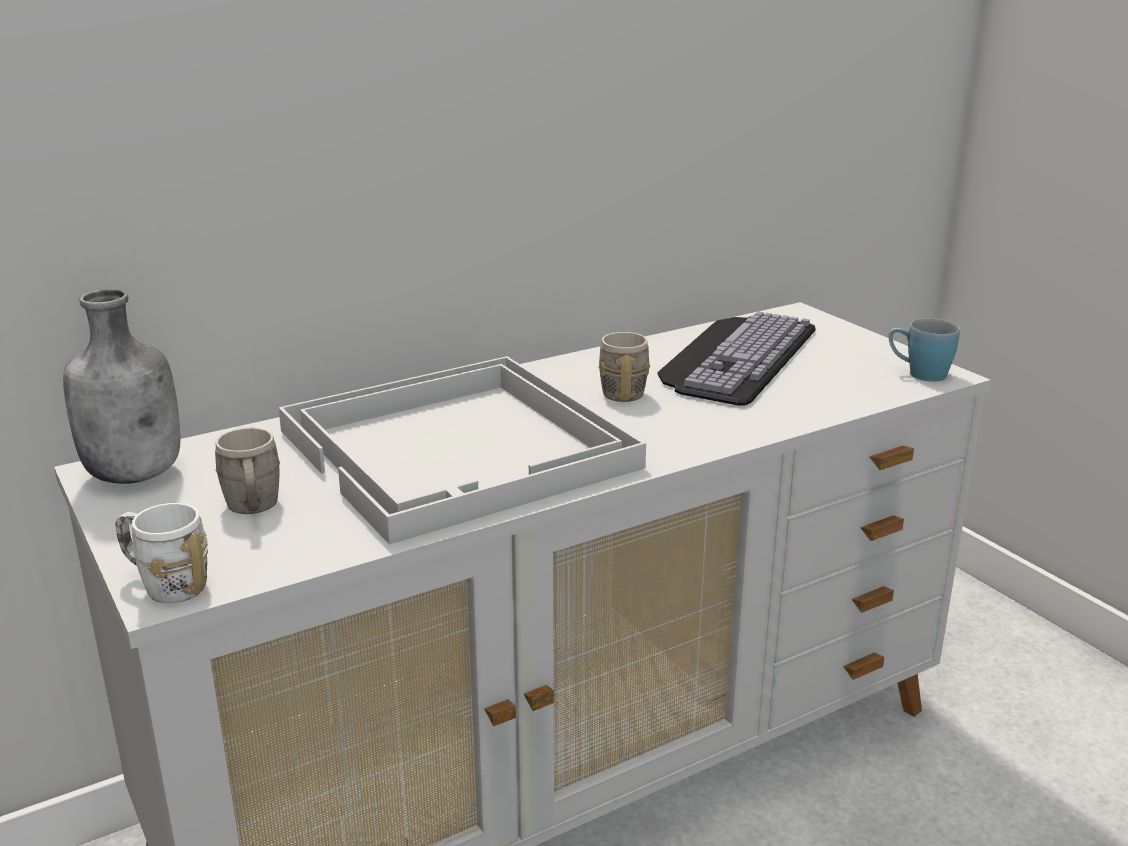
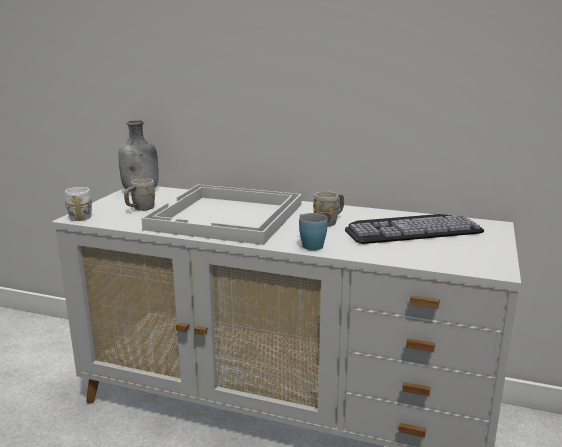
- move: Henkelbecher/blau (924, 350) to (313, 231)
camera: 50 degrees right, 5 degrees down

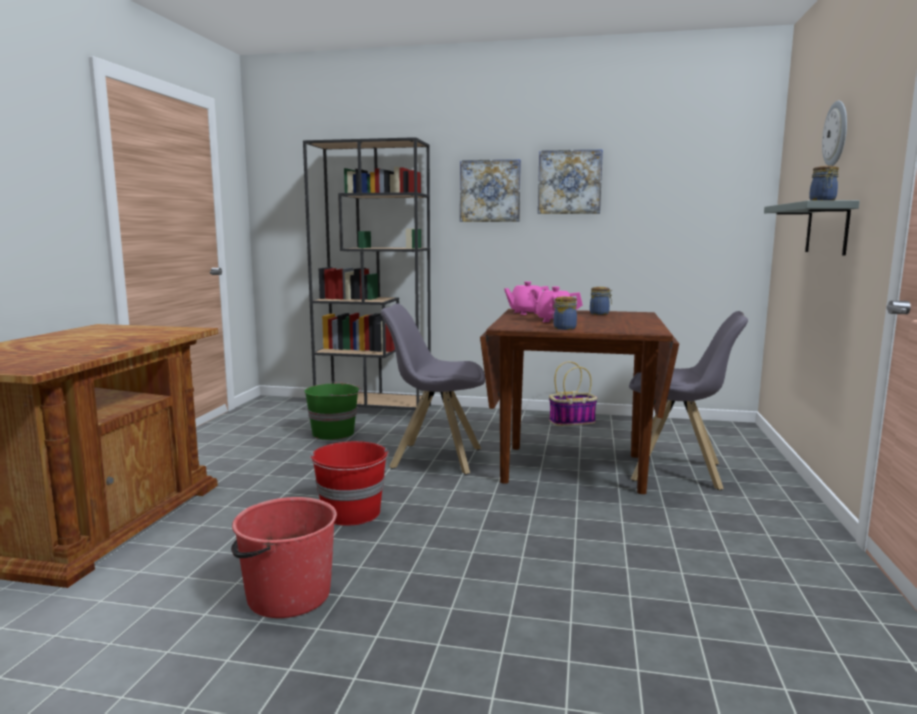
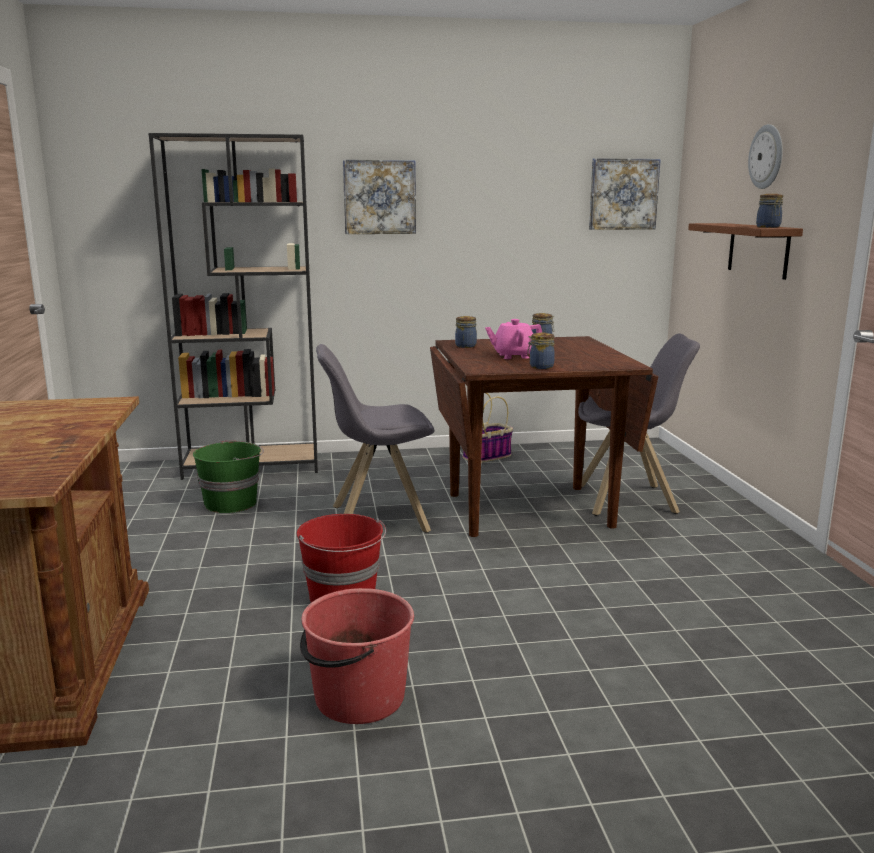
- move: Bild (570, 181) to (625, 194)
- replace: Teekanne/rosa (526, 298) to Vorratsglas (466, 332)
- recolor: Wandregal/grau (812, 228) to Wandregal/braun (745, 251)
camera: 20 degrees left, 5 degrees up

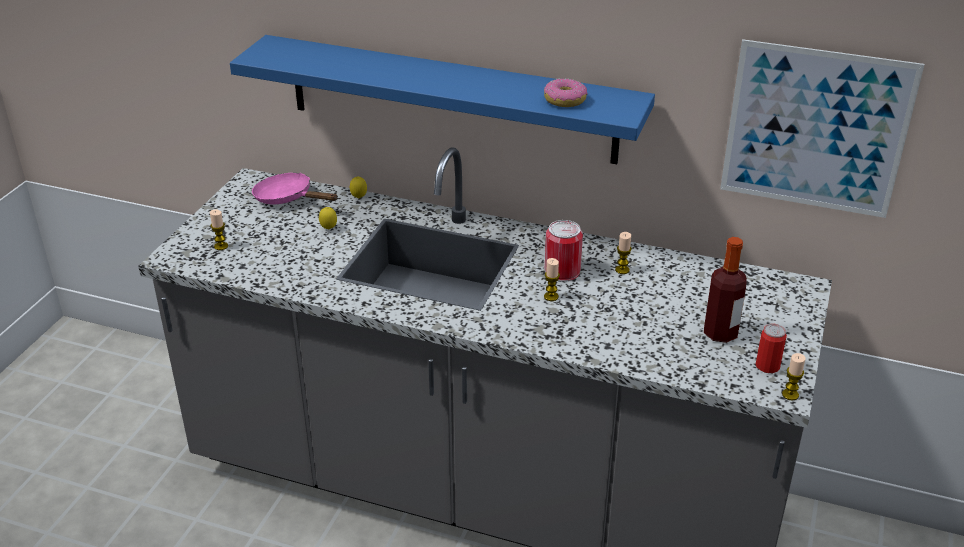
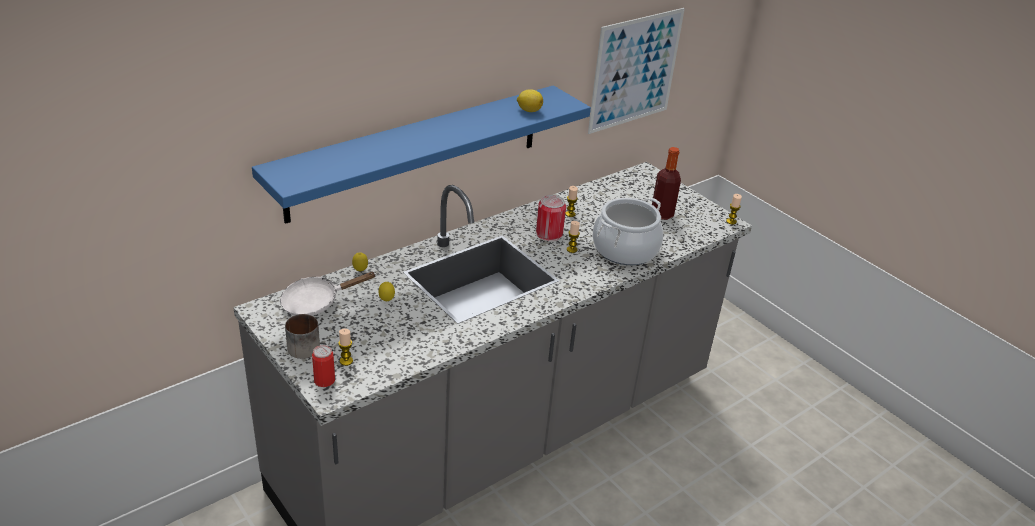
- insert: Henkelbecher (302, 336)
- insert: Kochtopf (627, 231)
- move: Dose (771, 348) to (323, 366)
- replace: Donut (566, 92) to Zitrone (530, 100)
- recolor: Pfanne/rosa (295, 188) to Pfanne/weiß (328, 294)
camera: 60 degrees left, 0 degrees up

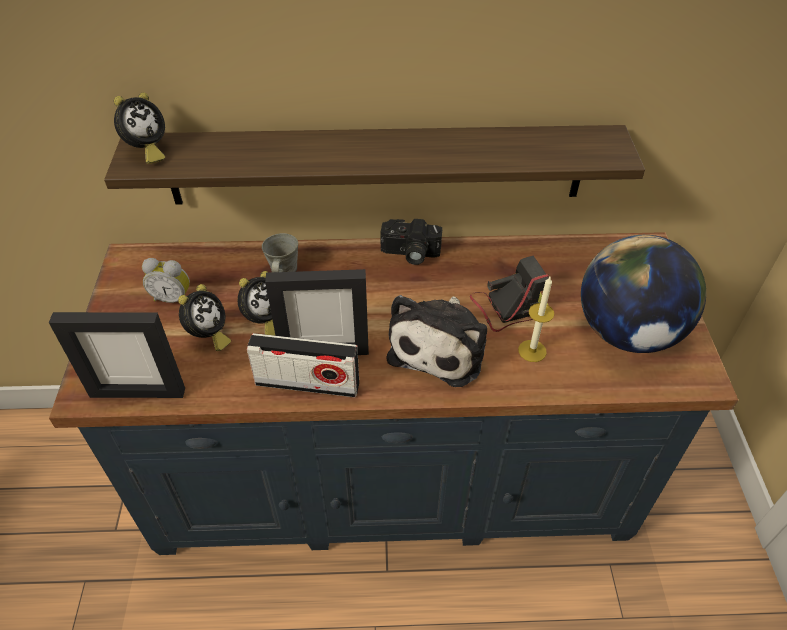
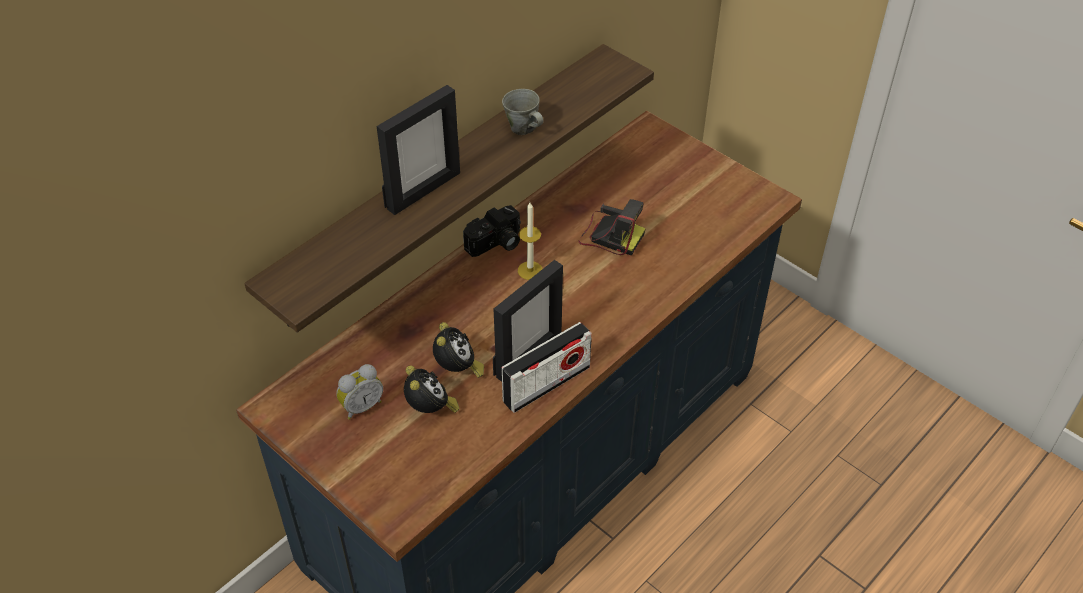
- delete: Wecker (139, 128)
- delete: Plüschtier (437, 341)
- delete: Globus (643, 294)
- move: Bilderrahmen (117, 355) to (418, 150)
- move: Henkelbecher/grau (280, 252) to (522, 112)
- move: Kerze (536, 319) to (530, 241)
- rotate: Kamera (509, 293) = (612, 227) 90 degrees clockwise
camera: 45 degrees left, 0 degrees up

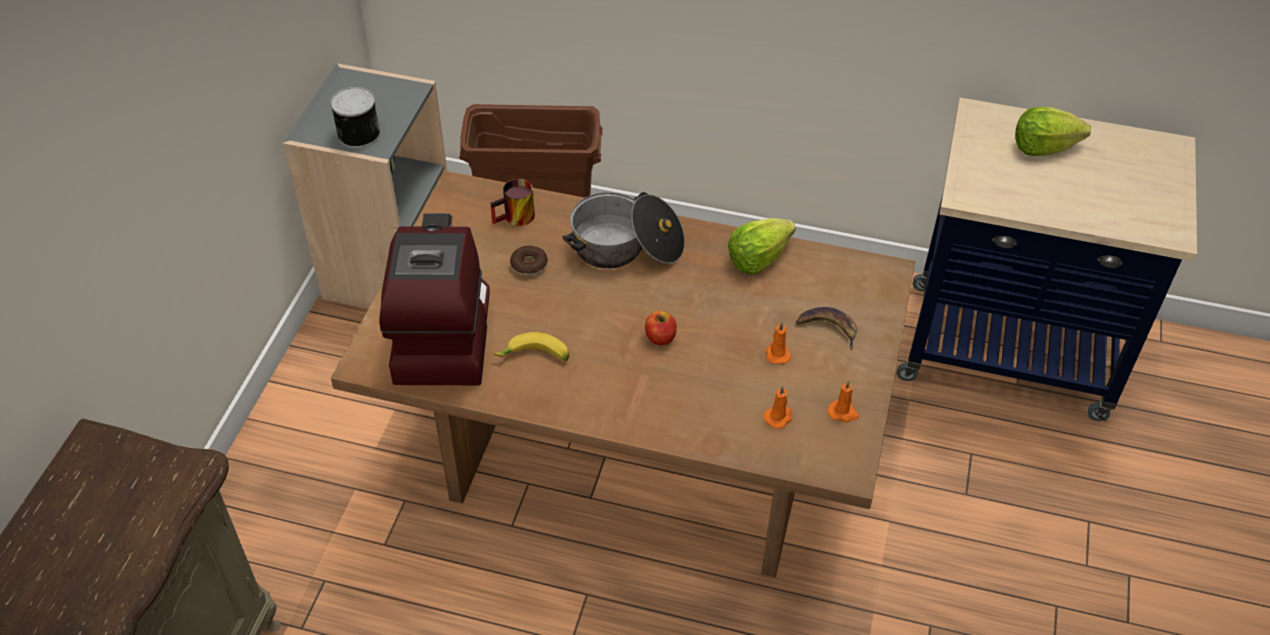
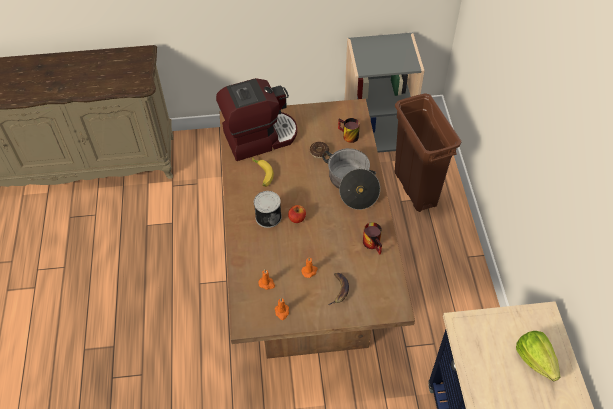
- move: Dose (355, 118) to (268, 209)
- replace: Salatkopf (762, 246) to Henkelbecher (372, 238)
camera: 70 degrees right, 5 degrees up

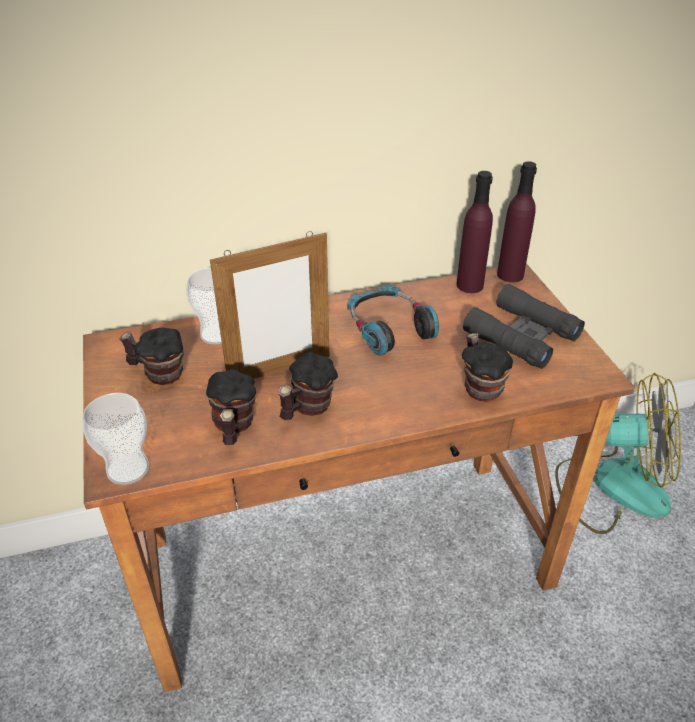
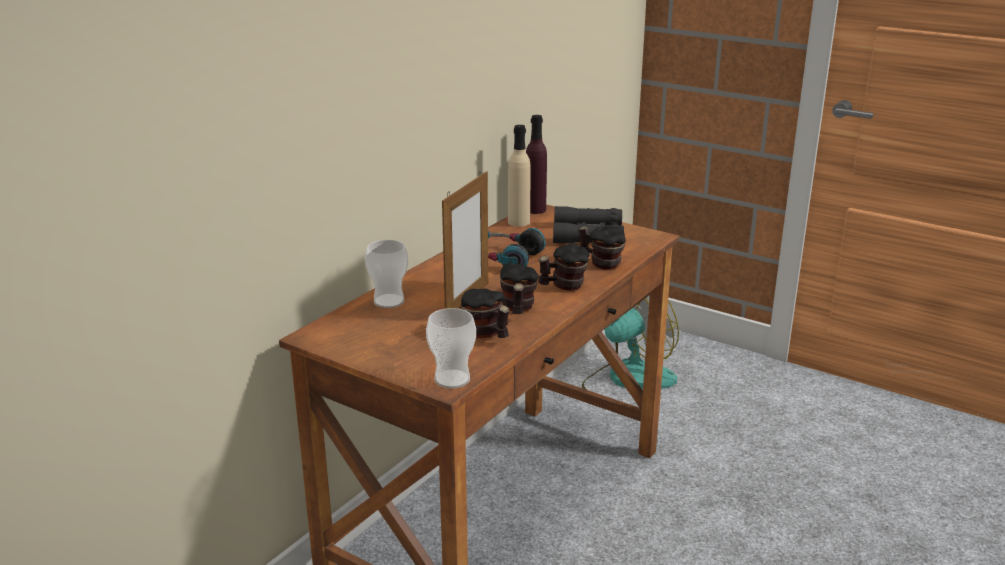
- move: Henkelbecher (151, 356) to (564, 266)
- recolor: Flasche/lila (475, 232) to Flasche/beige (519, 176)
camera: 40 degrees left, 15 degrees down

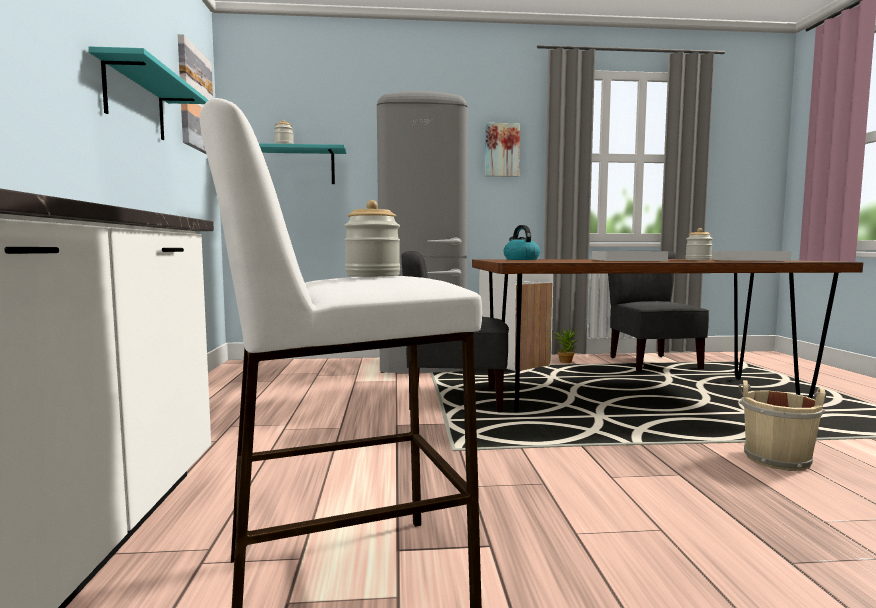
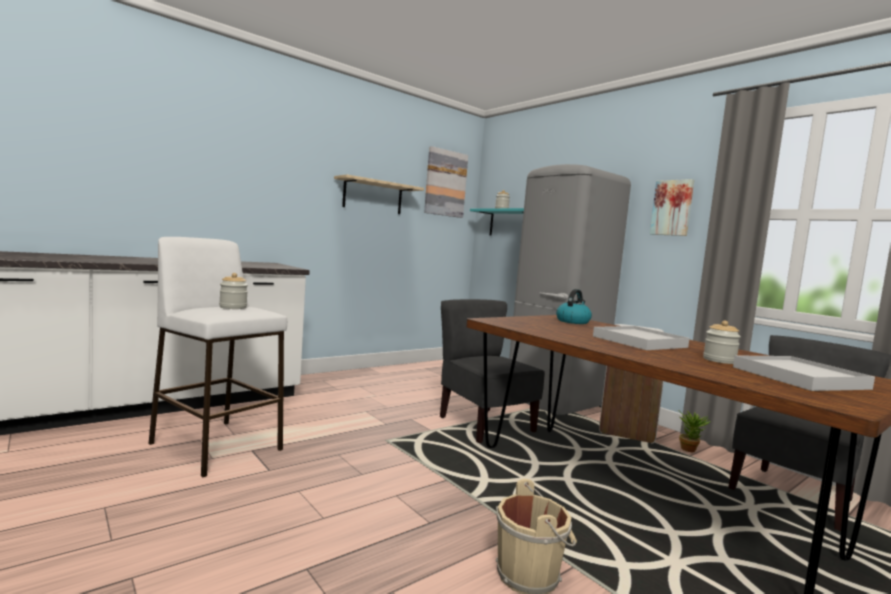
- recolor: Wandregal/türkis (148, 93) to Wandregal/beige (379, 194)
camera: 55 degrees right, 0 degrees up

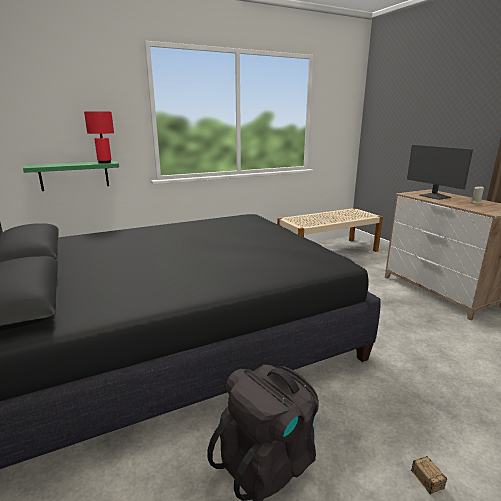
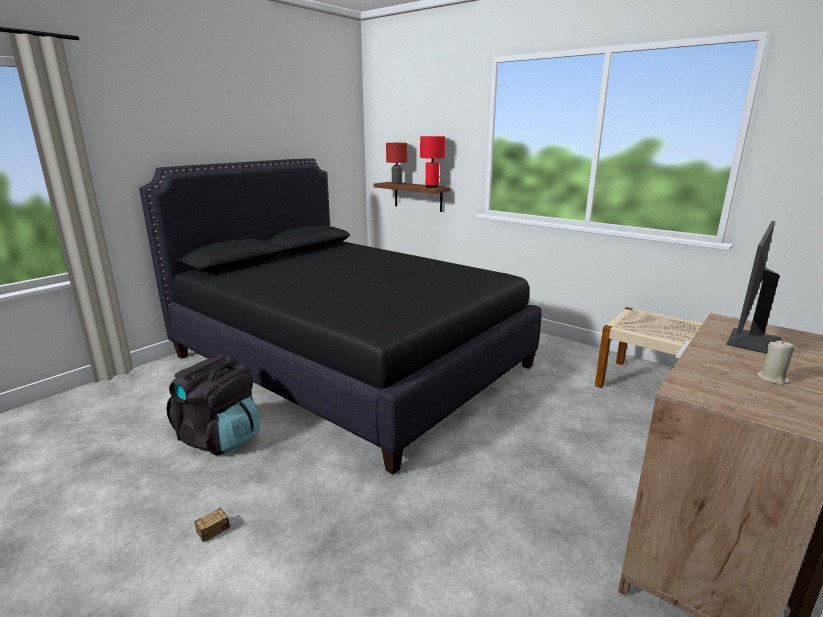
- insert: Tischlampe/rot (396, 163)
- recolor: Wandregal/grün (71, 176) to Wandregal/braun (412, 197)
camera: 65 degrees right, 0 degrees up

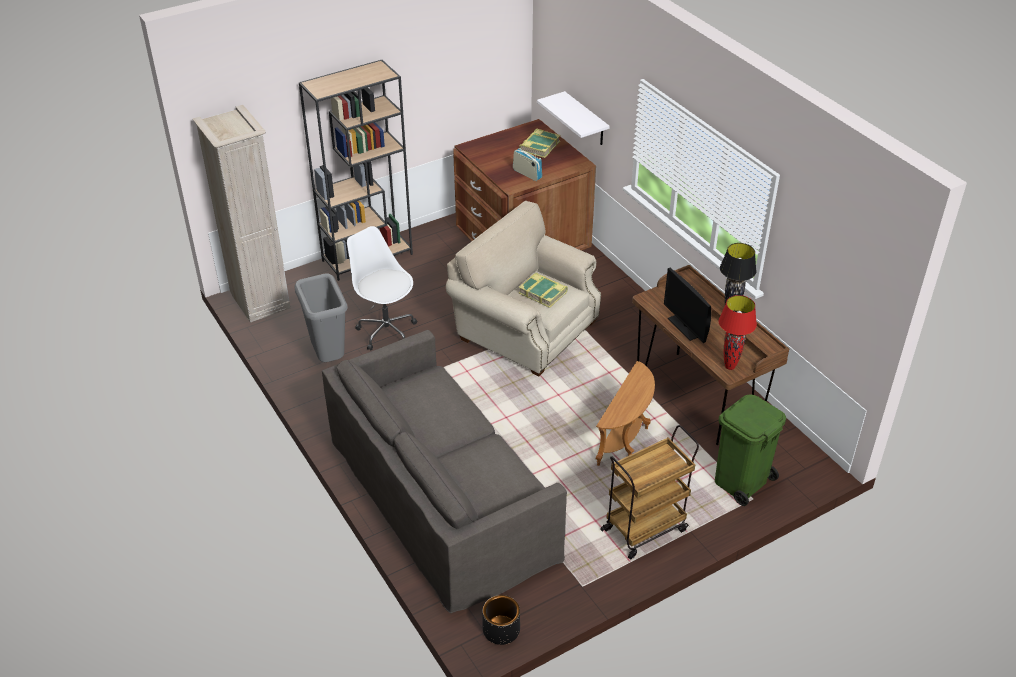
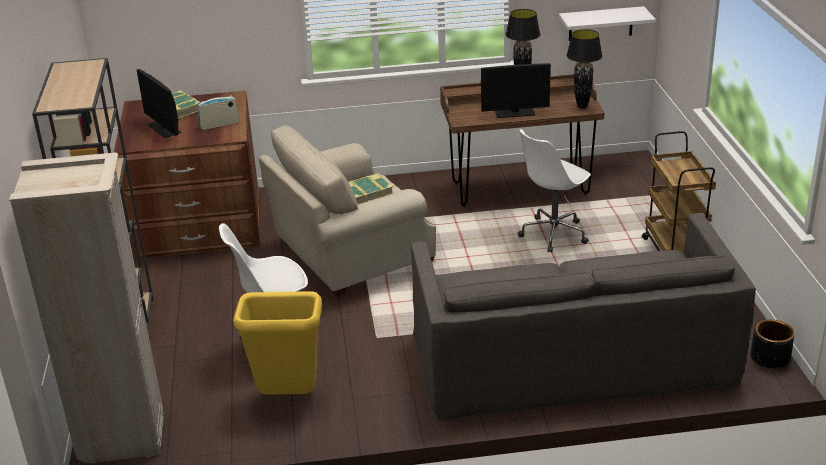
- delete: Mülleimer/grün (750, 450)
- insert: Monitor (159, 103)
- move: Wandregal/weiß (573, 118) to (607, 23)
- replace: Beistelltisch/braun (625, 413) to Bürostuhl/weiß (554, 191)
- recolor: Mülleimer/grau (321, 317) to Mülleimer/gelb (277, 343)
- recolor: Tischlampe/rot (738, 332) to Tischlampe/schwarz (584, 69)
camera: 65 degrees left, 10 degrees down

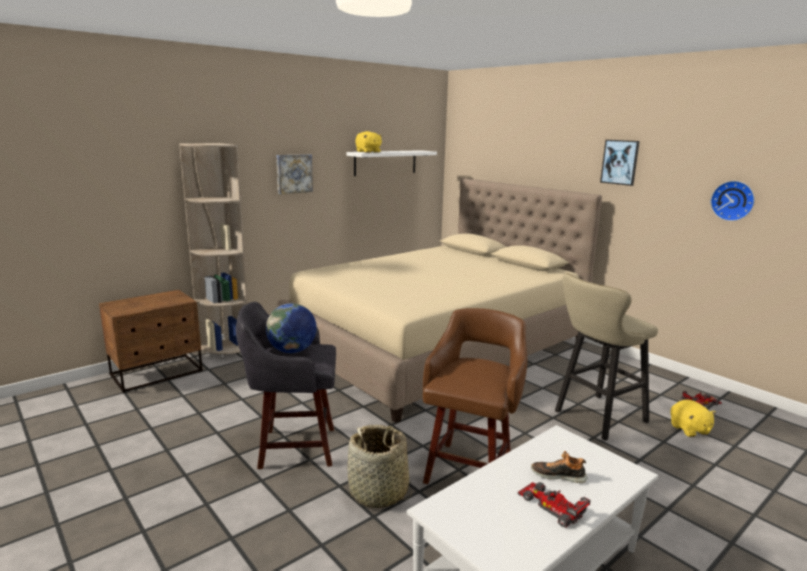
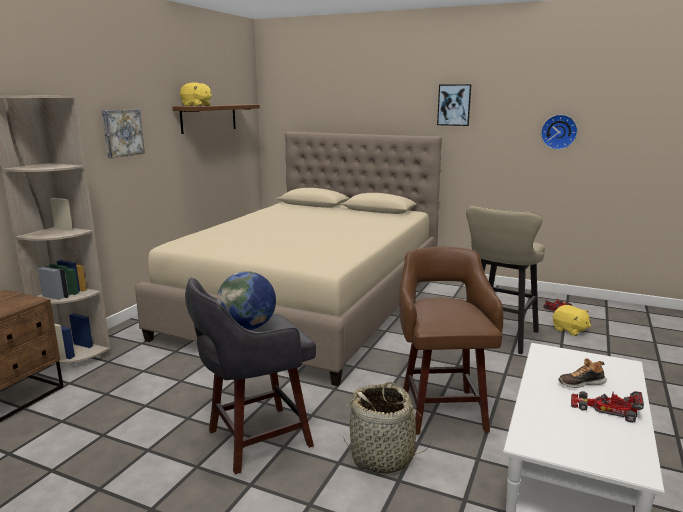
- recolor: Wandregal/weiß (392, 163) to Wandregal/braun (216, 119)
camera: 25 degrees left, 0 degrees up

